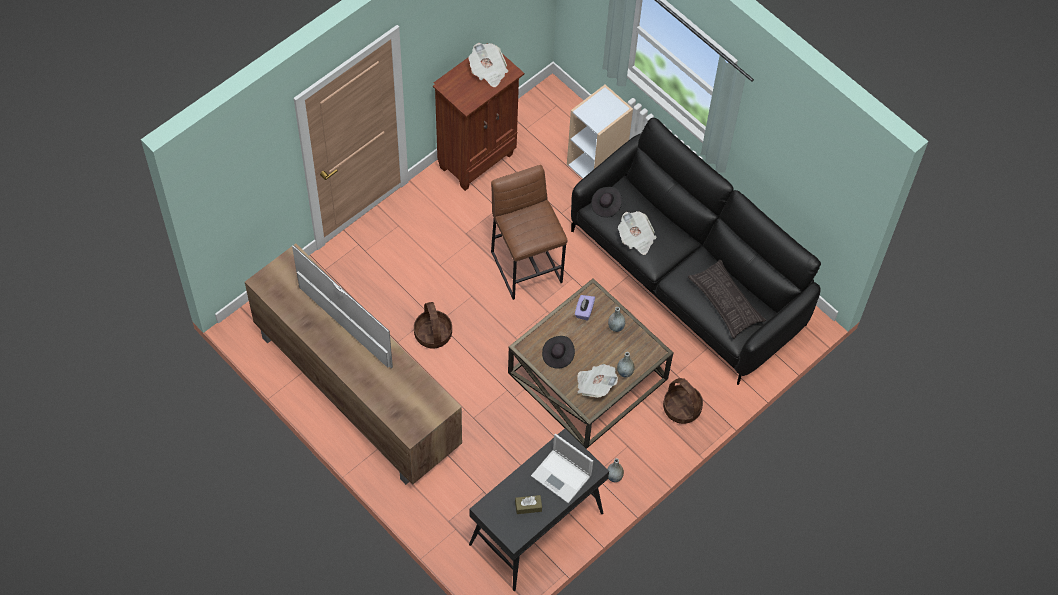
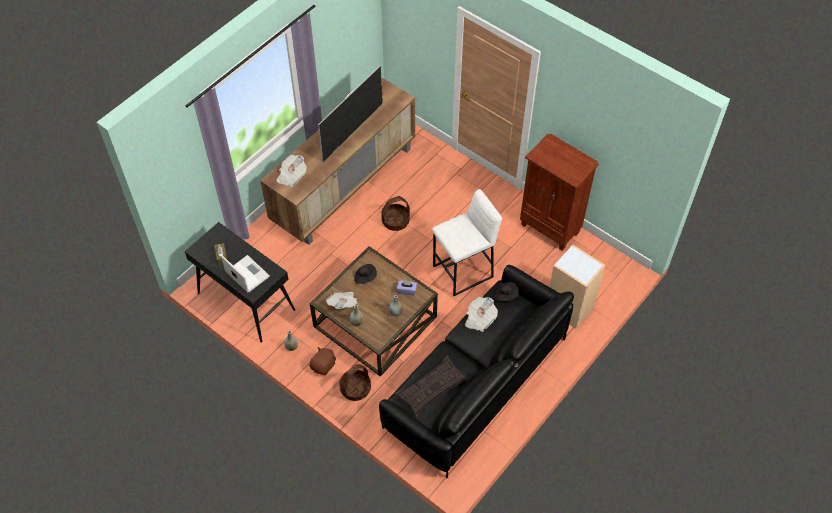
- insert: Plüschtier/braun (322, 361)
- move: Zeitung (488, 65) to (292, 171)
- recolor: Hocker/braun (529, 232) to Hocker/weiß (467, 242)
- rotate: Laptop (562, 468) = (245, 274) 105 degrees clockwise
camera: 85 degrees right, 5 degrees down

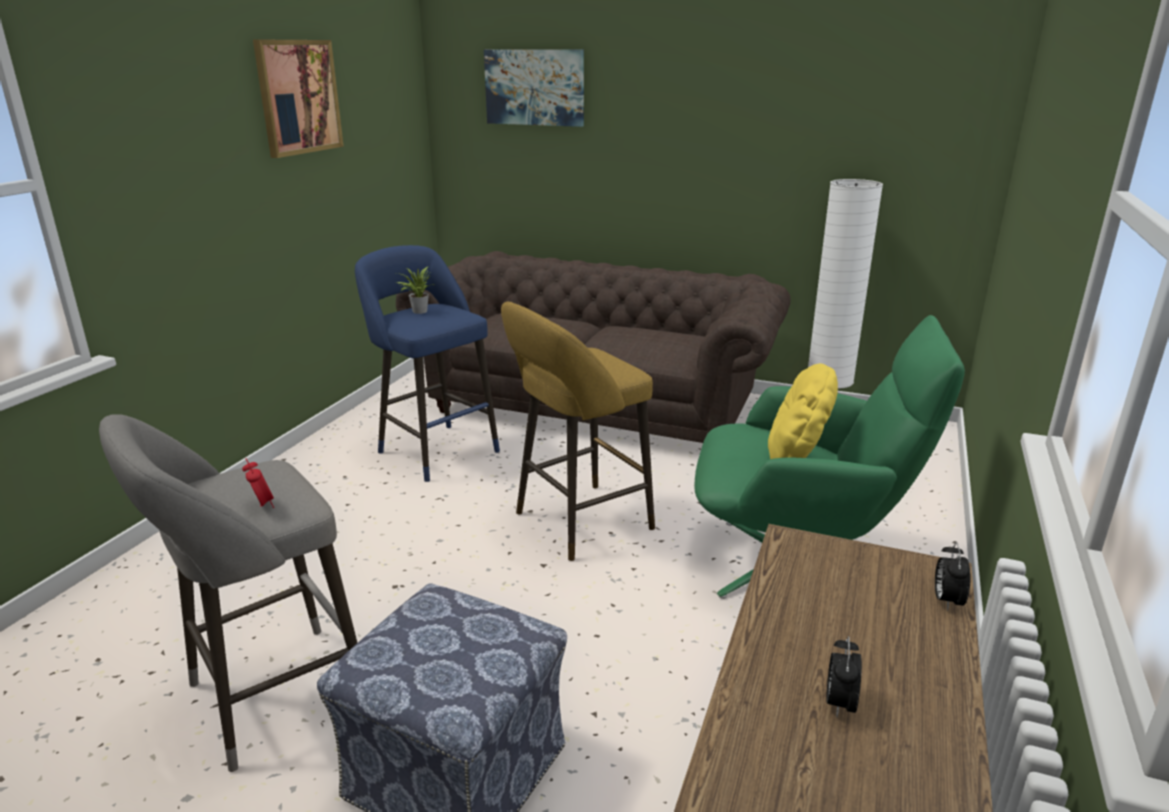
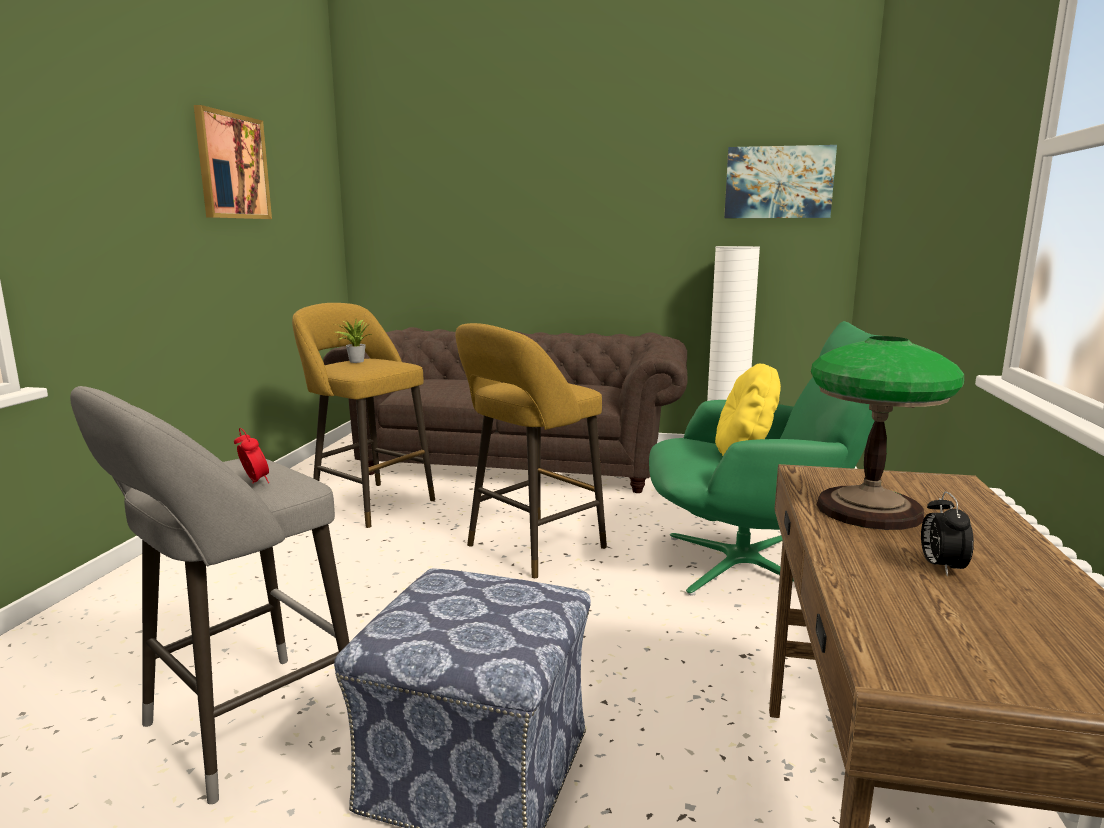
- delete: Wecker (953, 576)
- insert: Tischlampe (887, 433)
- move: Bild (534, 88) to (780, 181)
- recolor: Hocker/blau (427, 363) to Hocker/gelb (363, 415)
camera: 10 degrees left, 10 degrees down

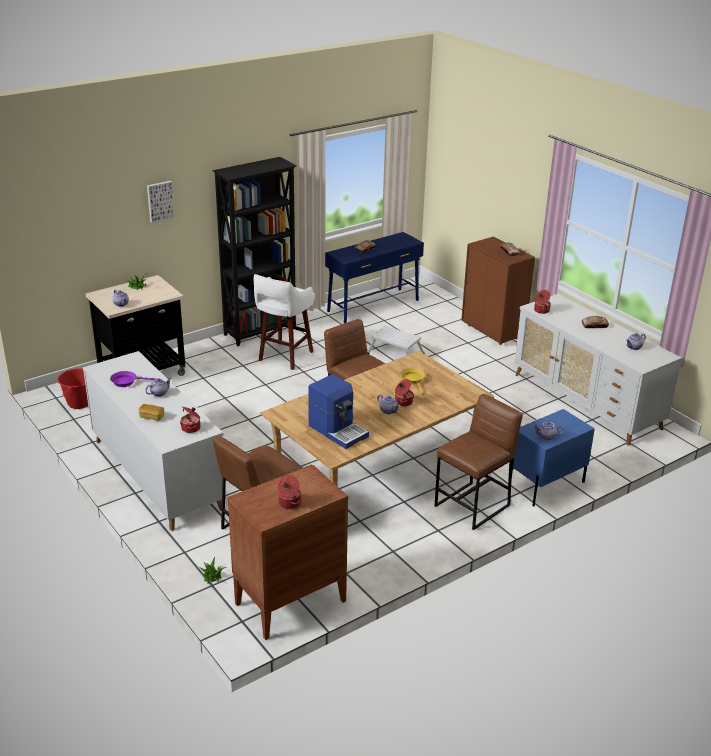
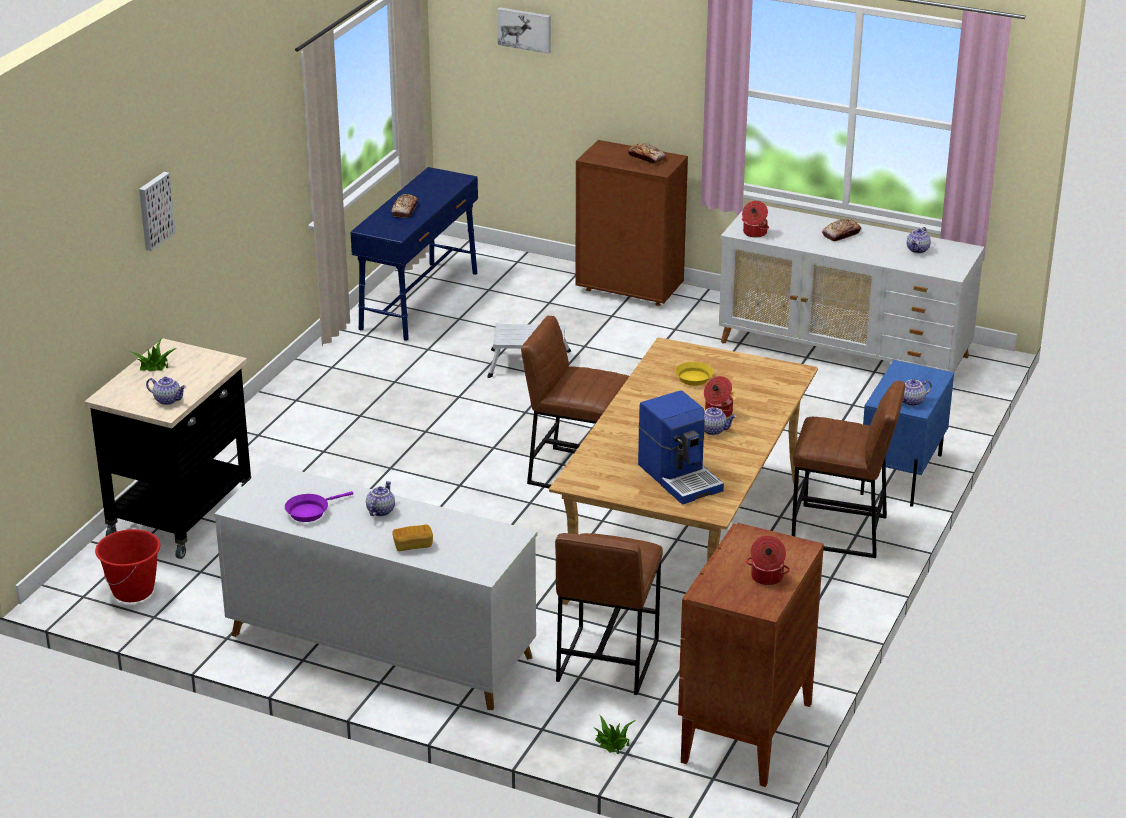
- delete: Kochtopf (190, 420)
- delete: Bücherregal/schwarz (254, 251)
- delete: Hocker/weiß (284, 322)
- insert: Bild (524, 30)
- rotate: Kaffeemaschine (338, 411) = (681, 447) 45 degrees clockwise
- rotate: Stuhl/braun (479, 462) = (848, 469) 90 degrees clockwise
camera: 30 degrees left, 0 degrees up

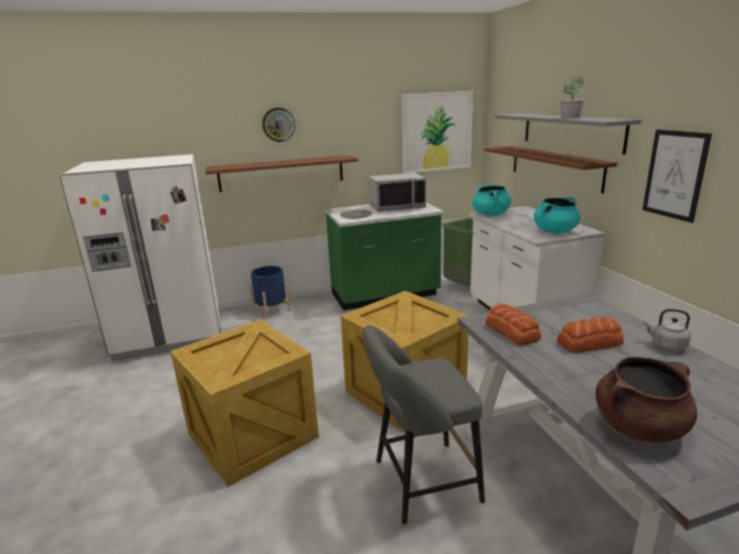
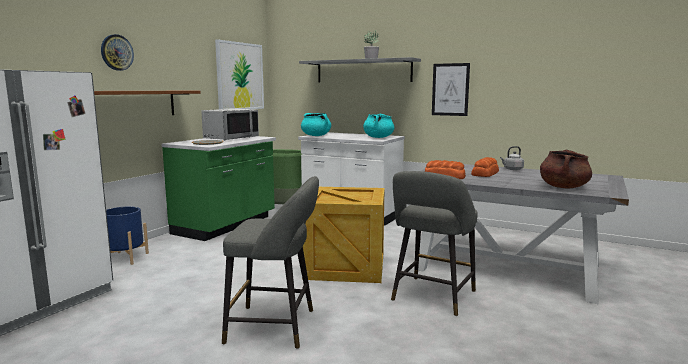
- delete: Wandregal/braun (550, 169)
- replace: Kiste (244, 403) to Hocker/grau (270, 262)
camera: 45 degrees left, 10 degrees down

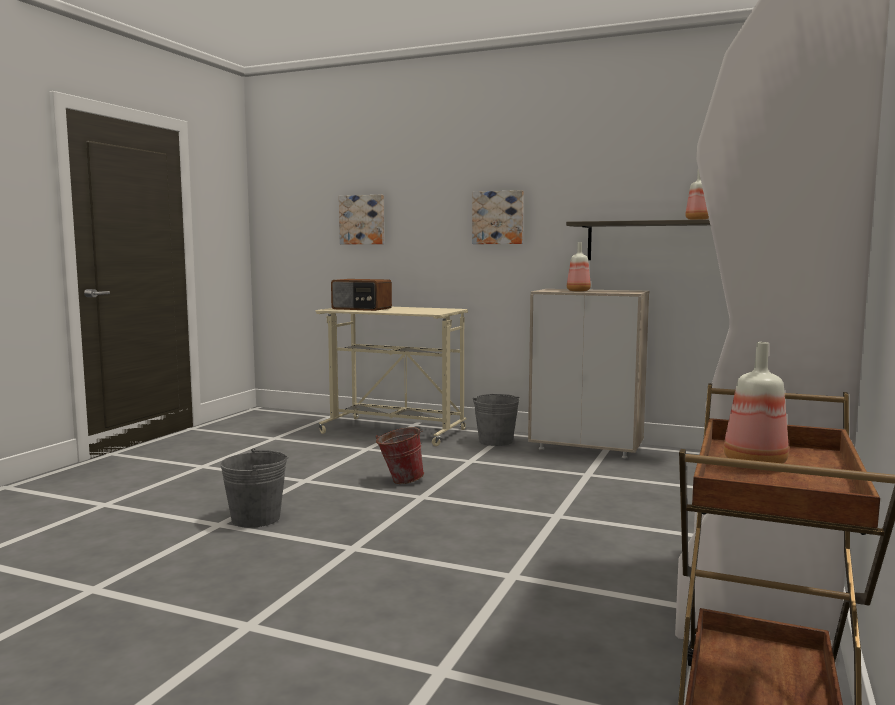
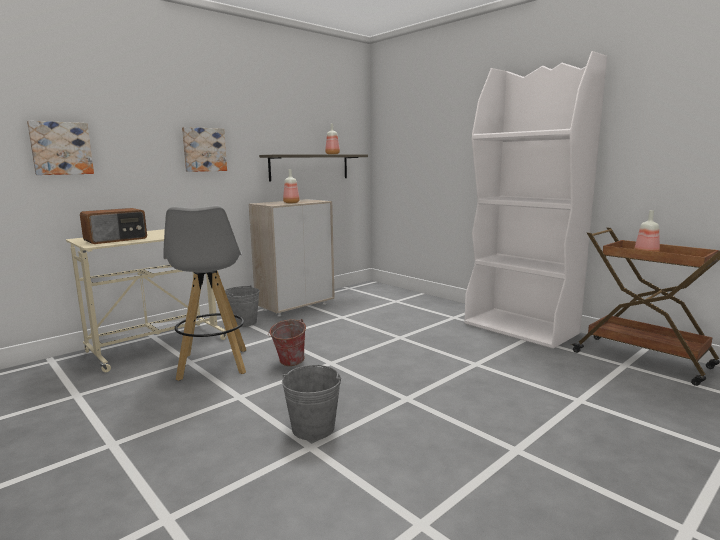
- insert: Hocker/grau (204, 293)
camera: 65 degrees left, 5 degrees up

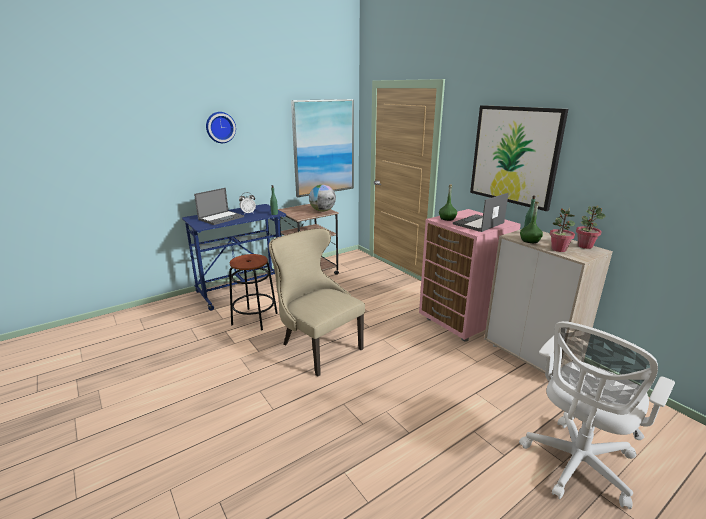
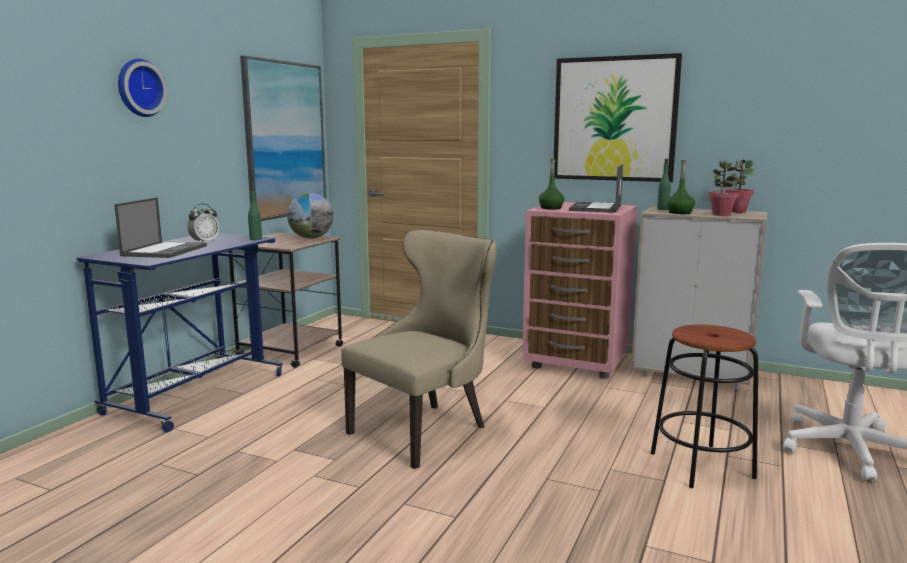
- move: Hocker/schwarz (253, 292) to (704, 406)
- rotate: Stuhl/beige (317, 302) = (419, 349) 120 degrees clockwise
camera: 30 degrees left, 10 degrees down

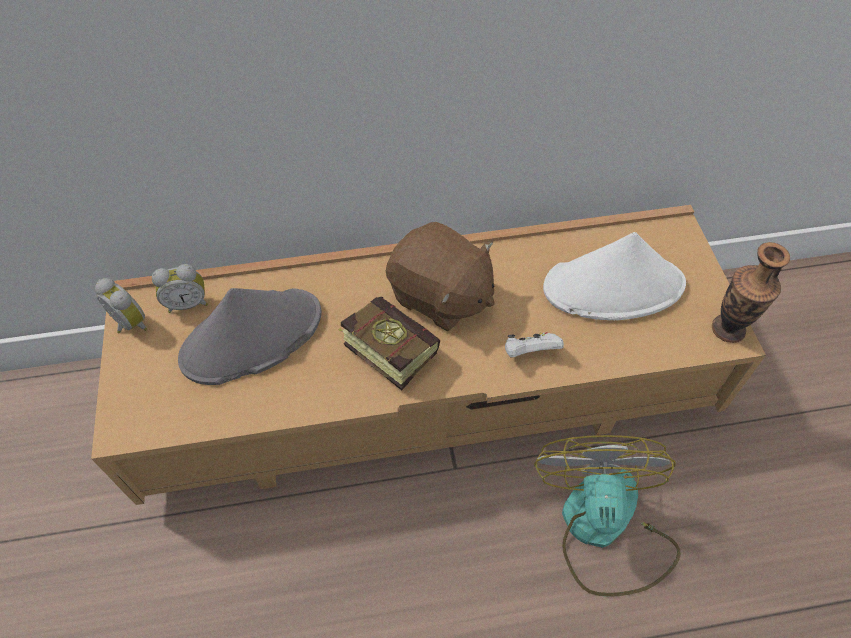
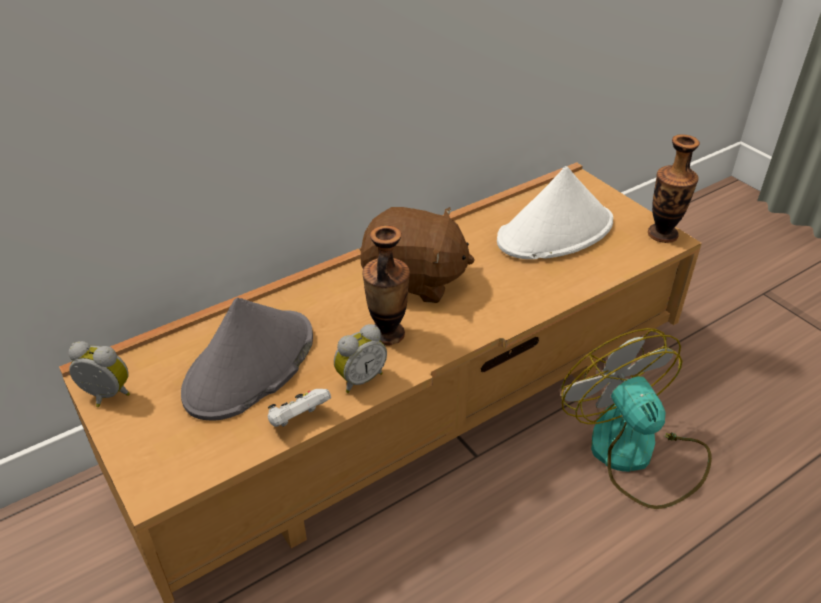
- move: Wecker (180, 288) to (360, 358)
- move: Gamepad/weiß (534, 345) to (299, 408)
- replace: Buch (389, 343) to Vase (386, 285)
camera: 25 degrees left, 15 degrees down

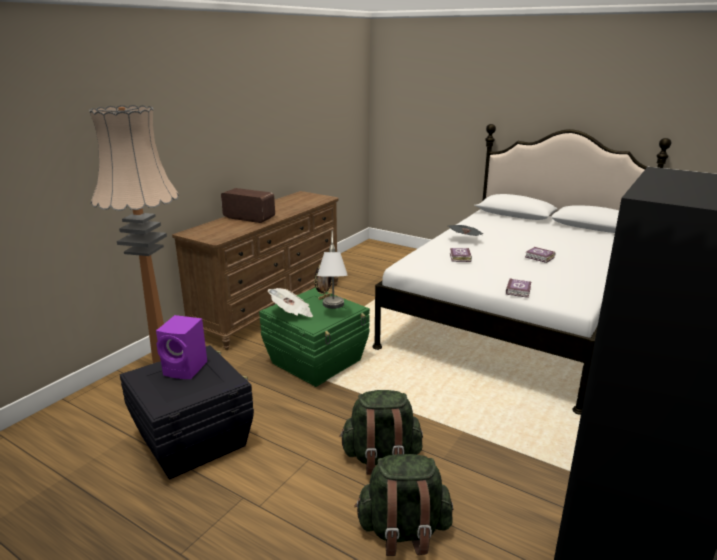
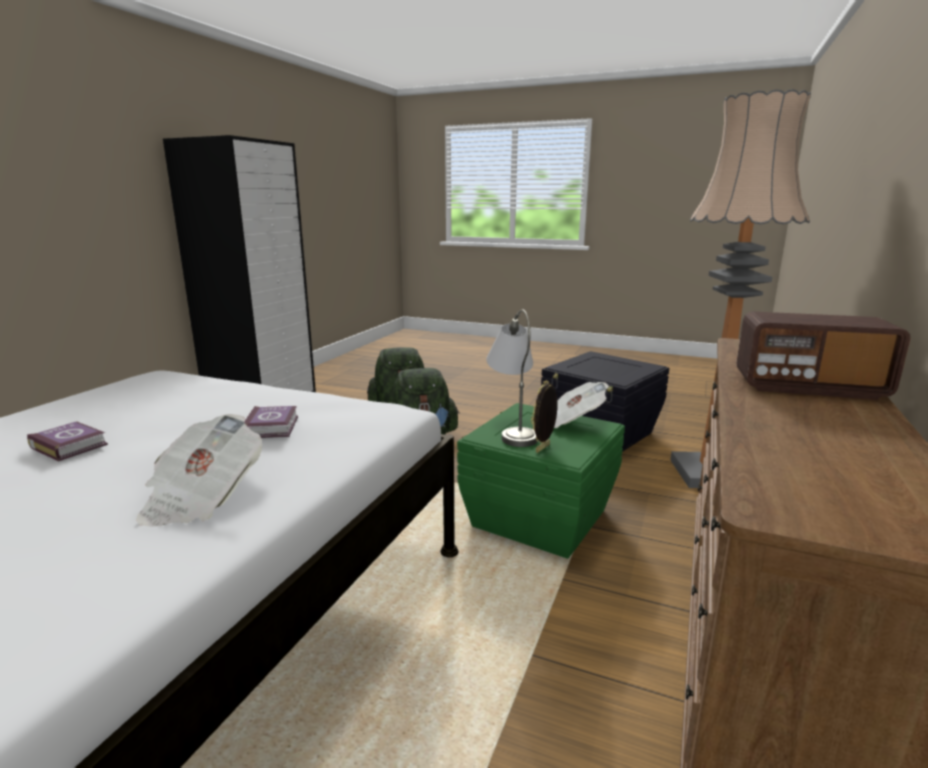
- delete: Lautsprecher/lila (181, 347)
- delete: Buch (518, 288)
camera: 170 degrees right, 5 degrees down

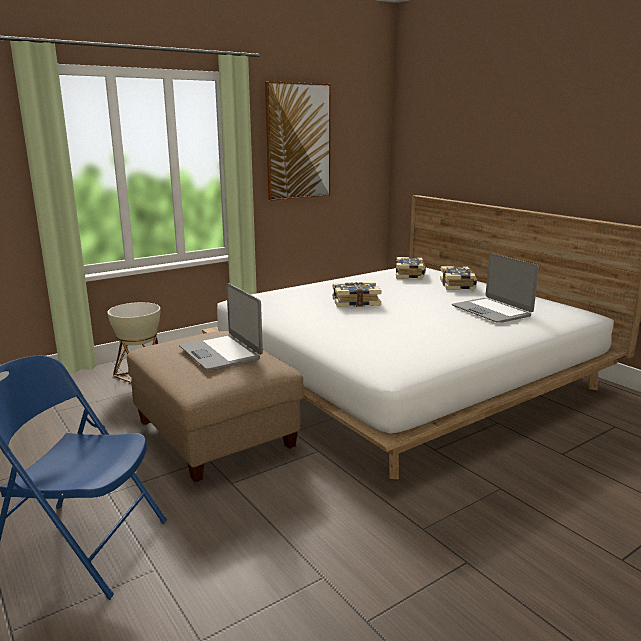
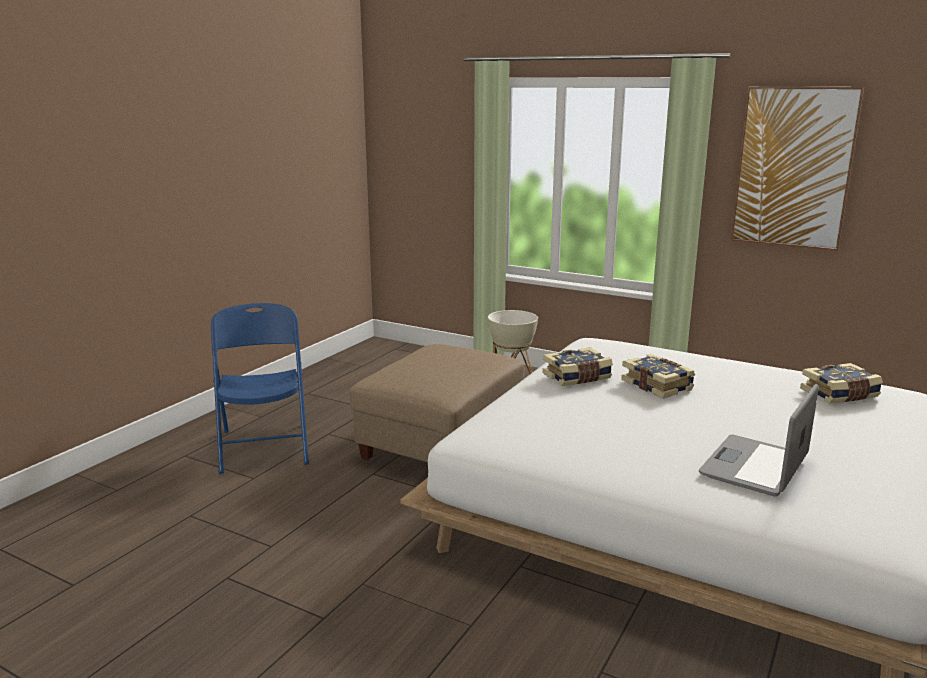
- delete: Laptop (221, 326)
- move: Buch (458, 278) to (577, 366)
camera: 65 degrees right, 0 degrees up

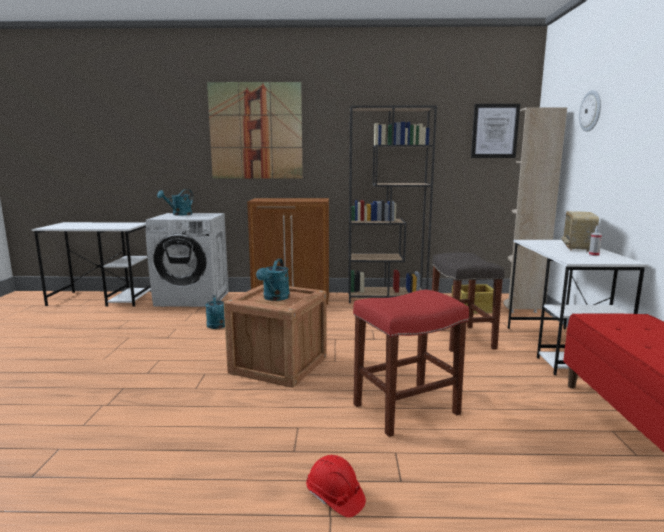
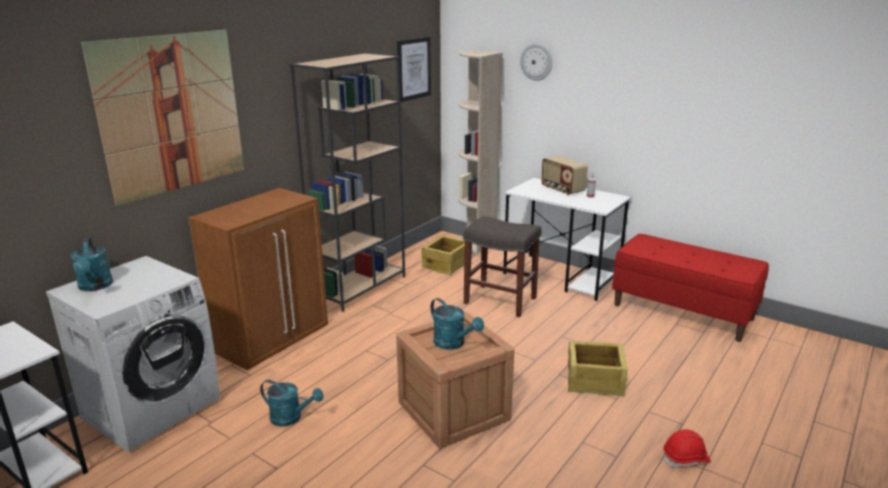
- replace: Hocker/rot (411, 363) to Kiste (598, 368)
camera: 55 degrees left, 10 degrees up

